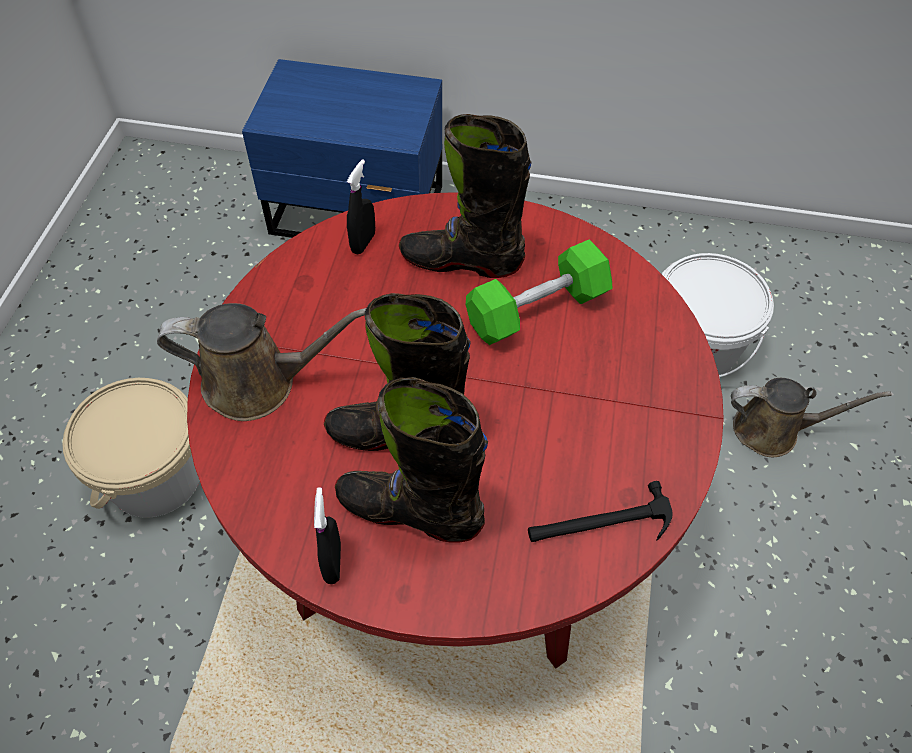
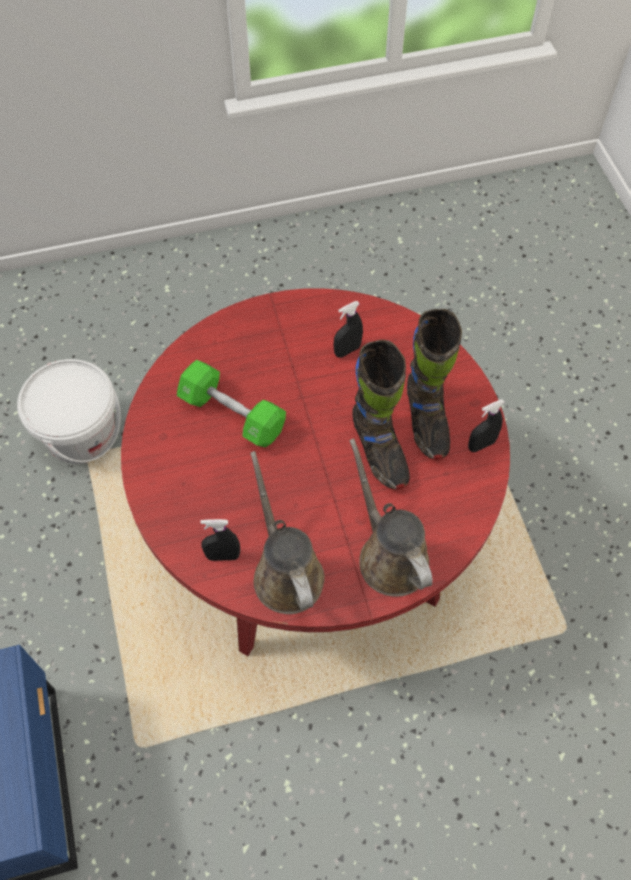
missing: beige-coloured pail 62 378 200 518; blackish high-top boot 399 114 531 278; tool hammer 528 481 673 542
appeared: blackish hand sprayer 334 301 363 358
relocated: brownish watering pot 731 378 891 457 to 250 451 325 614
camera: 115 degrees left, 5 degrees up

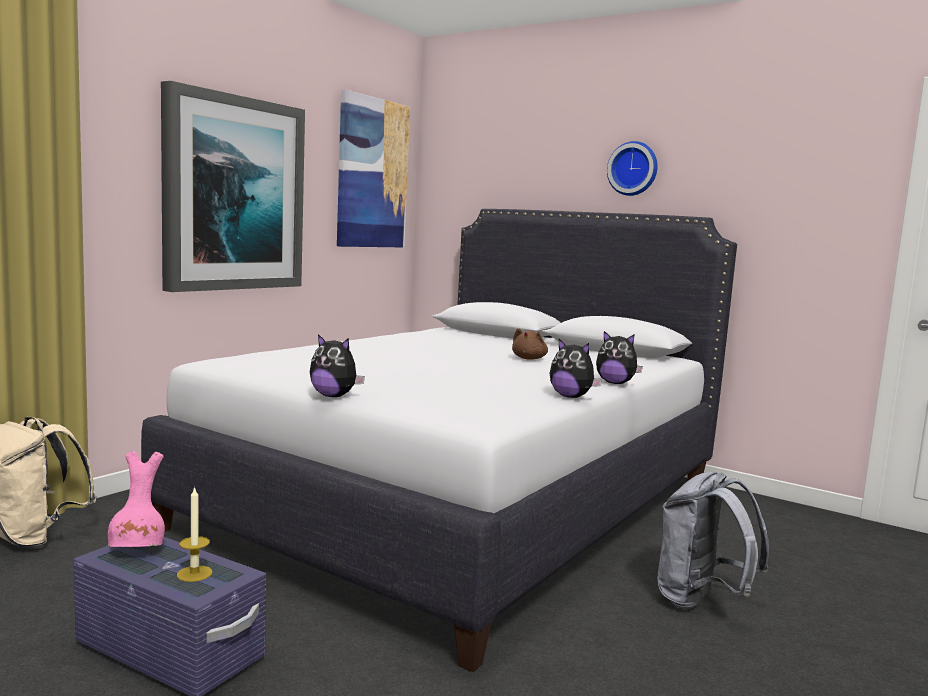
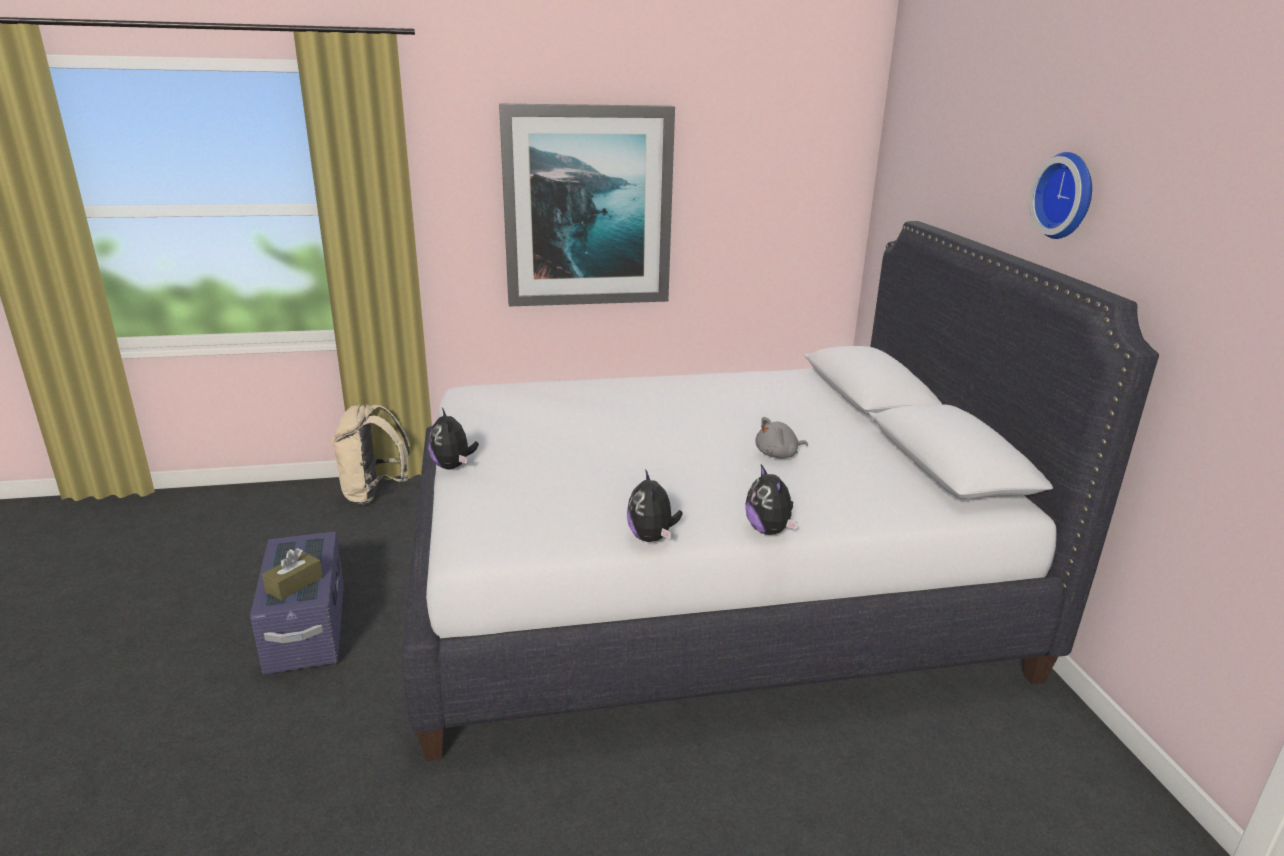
missing: pink-coloured flower vase 108 451 165 547; wall picture 337 90 410 247; gray rucksack 658 472 769 609
exchanged: wax light 177 486 212 582 to brownish tissue box 262 548 323 600
colour: brownish cuddly toy 512 328 548 360 to gray cuddly toy 755 417 808 459
camera: 45 degrees right, 15 degrees up

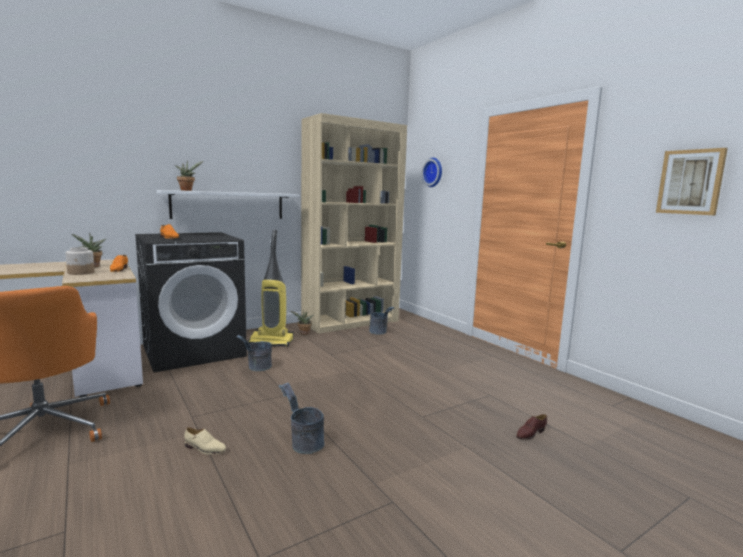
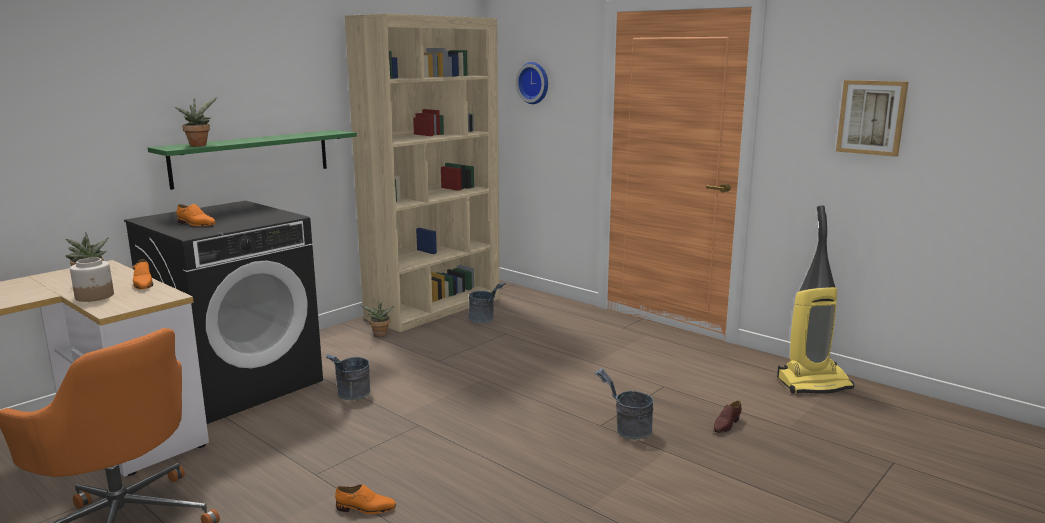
relocated: hoover 248 230 293 347 to 777 205 854 394; gray pail 279 383 325 454 to 595 368 653 439
colour: whitish wall shelf 156 190 300 219 to green wall shelf 148 130 357 190; beige-coloured item of footwear 184 427 226 454 to orangey item of footwear 335 484 396 514
camera: 15 degrees left, 5 degrees up

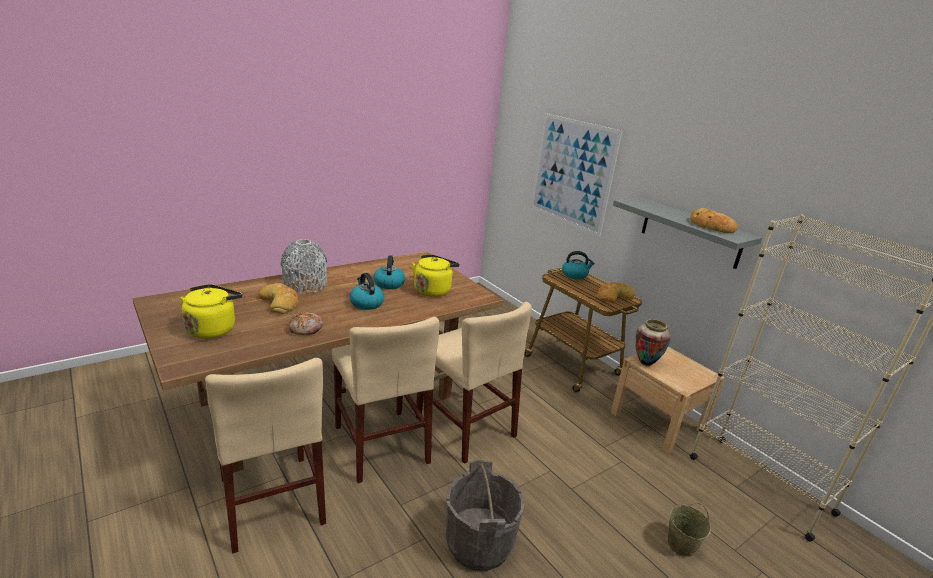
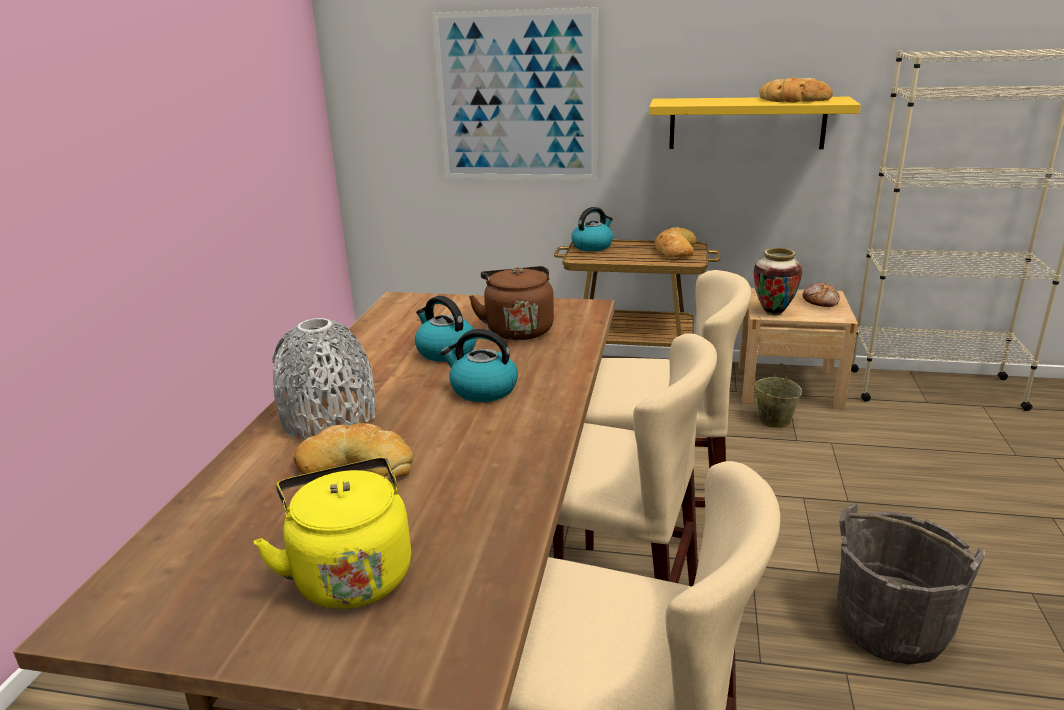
relocated: bakery bread 289 311 323 335 to 803 283 840 307; beige-coloured pail 667 502 711 557 to 755 363 802 428
colour: yellow tea kettle 412 254 460 297 to brownish tea kettle 469 266 554 340; gray wall shelf 613 197 762 269 to yellow wall shelf 649 97 861 149
camera: 40 degrees left, 0 degrees up

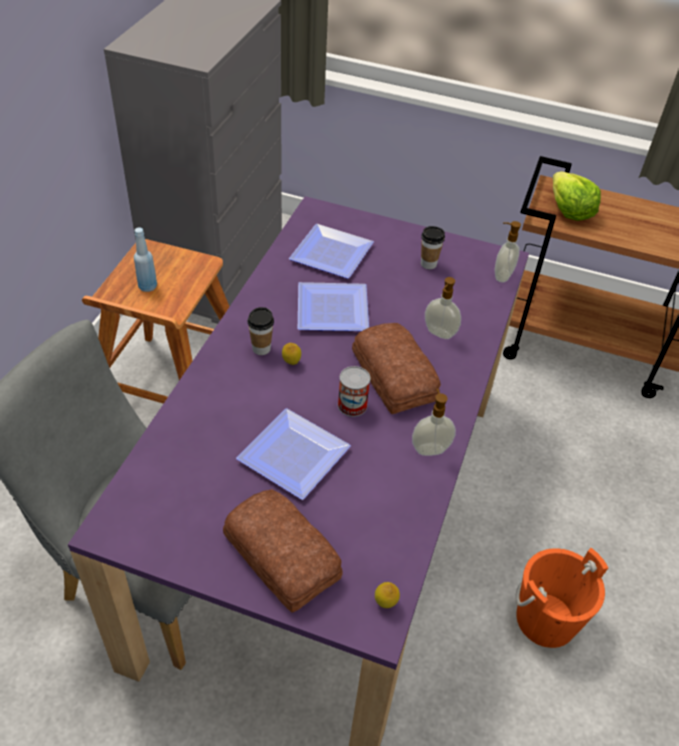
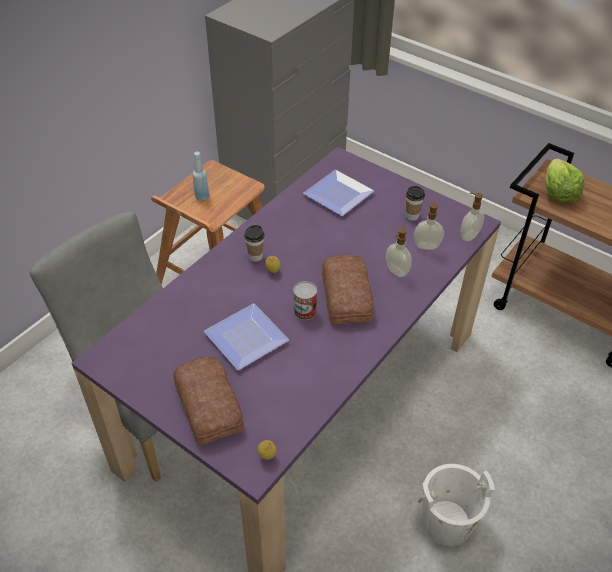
missing: plate 298 282 369 331
relocated: liquid soap bottle 412 389 456 456 to 414 200 444 250
colour: orangey pail 515 548 608 648 to whitish pail 418 464 495 546
camera: 20 degrees right, 0 degrees up

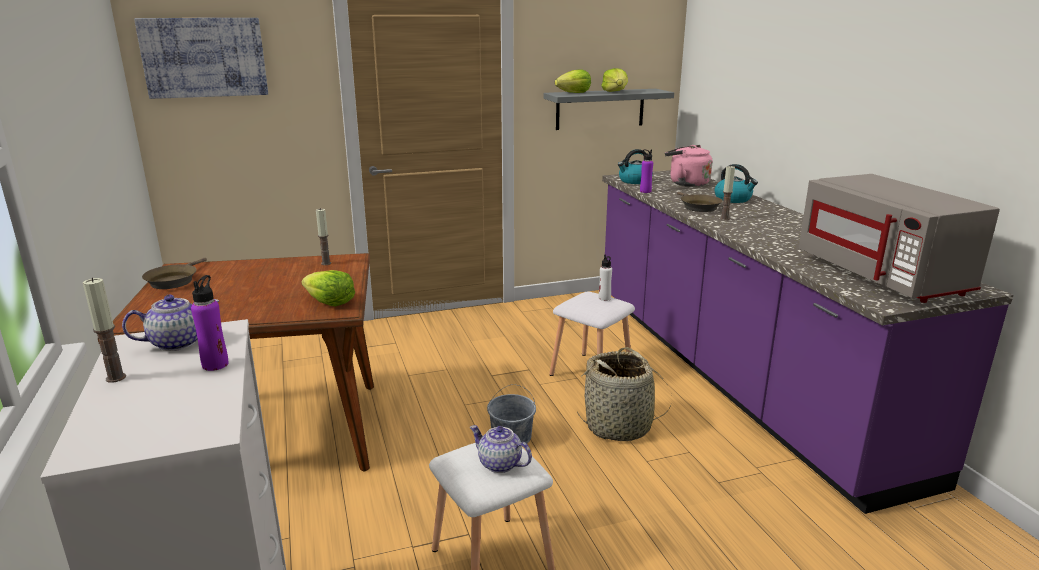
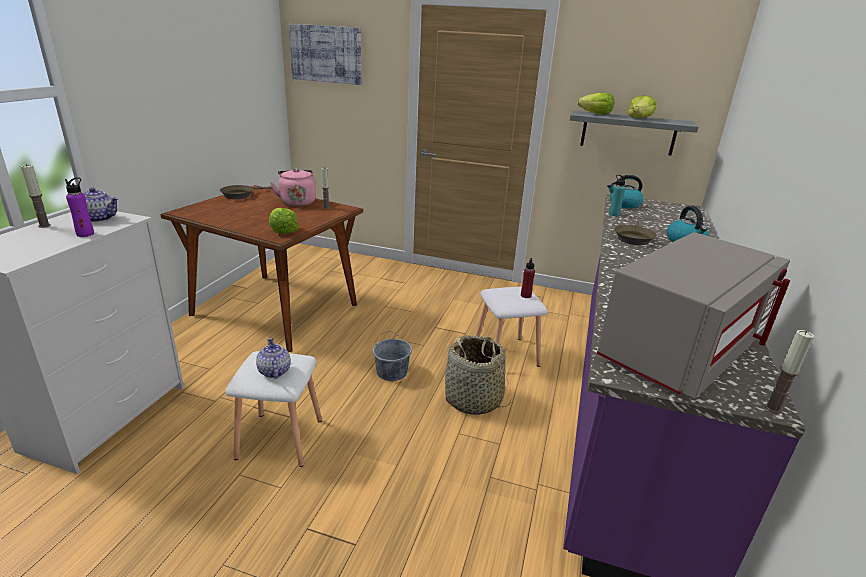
relocated: pink-coloured tea kettle 665 145 713 187 to 270 169 316 206; wax light 720 165 735 220 to 765 330 814 414
colour: whitish bottle 599 255 612 301 to red-coloured bottle 521 258 535 298; purple-coloured bottle 640 149 653 193 to turquoise-coloured bottle 609 175 626 216
spun: gray kitchen microwave 799 174 1000 303 = 597 232 790 399 150 degrees counterclockwise
camera: 35 degrees right, 5 degrees up

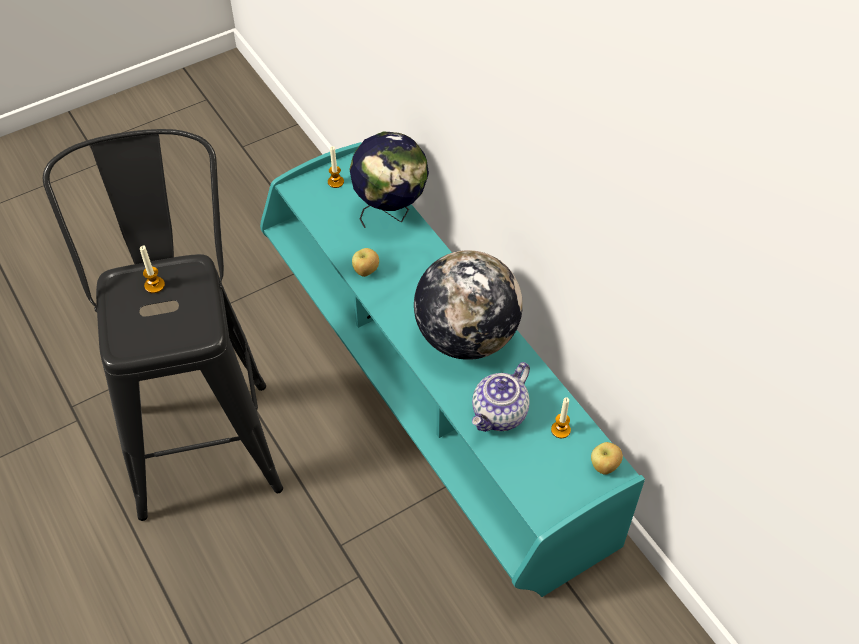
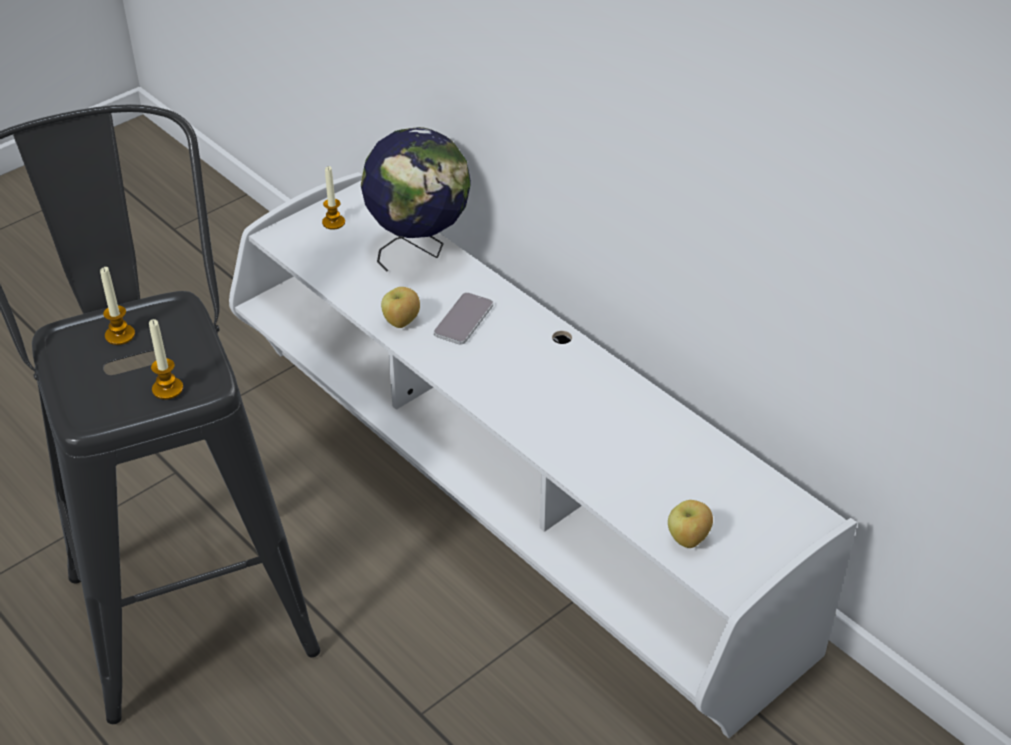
missing: globe 414 250 523 360; teapot 472 362 530 432
appeared: telephone 434 292 493 344
relocated: wax light 551 397 571 438 to 149 319 183 400; apple 591 442 623 475 to 668 500 713 548
colour: turquoise-coloured tv unit 260 142 645 597 to whitish tv unit 229 172 857 738
camera: 10 degrees left, 10 degrees down

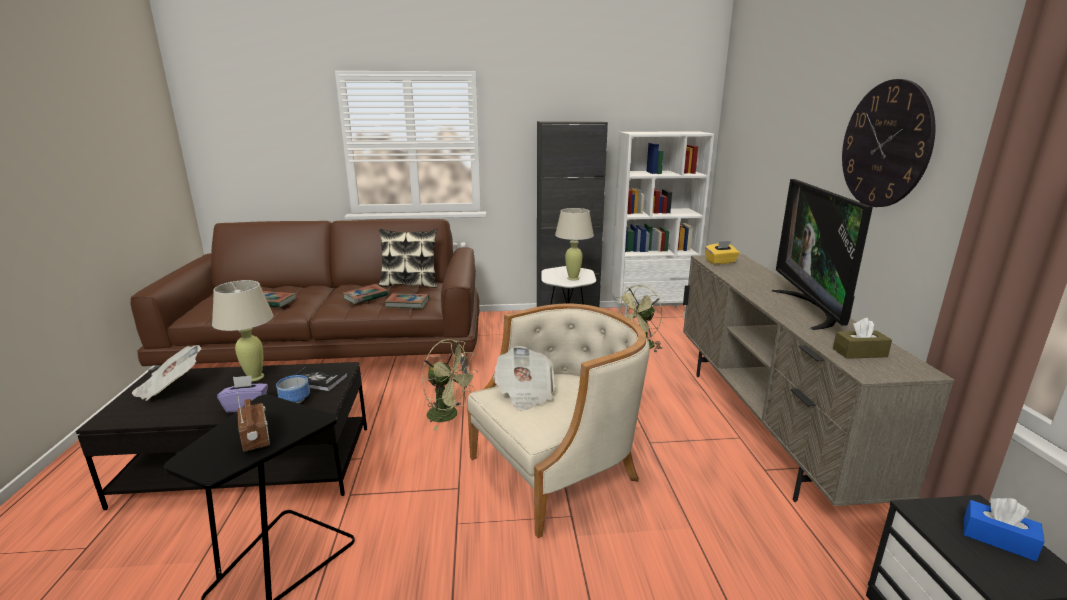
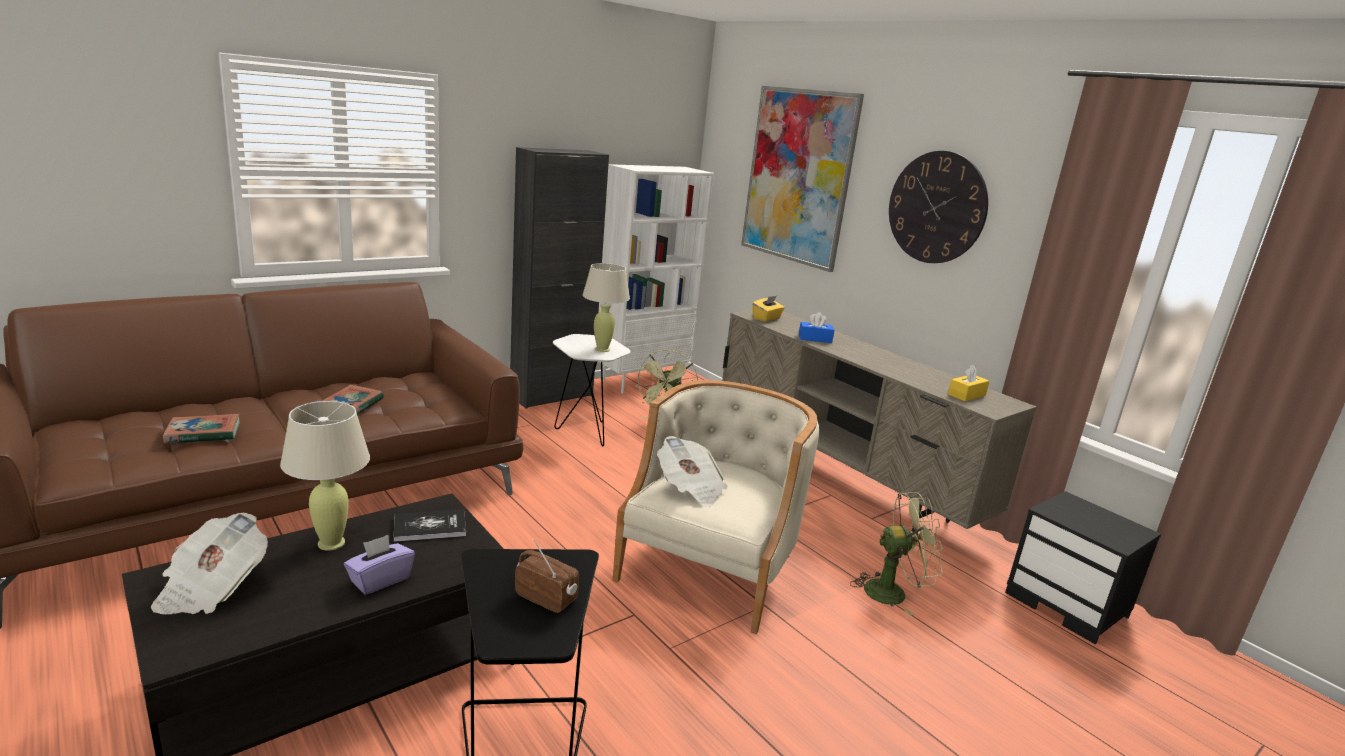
missing: deep dish 276 375 310 403; pillow 379 229 437 288; bound book 385 293 429 309; TV 772 179 873 330
appeared: wall picture 741 86 864 272
relocated: green electric fan 422 339 478 430 to 850 492 944 616; blue-coloured tissue box 964 498 1045 561 to 799 312 834 343
colour: brownish tissue box 833 318 892 359 to yellow tissue box 948 365 990 401
camera: 35 degrees left, 0 degrees up

